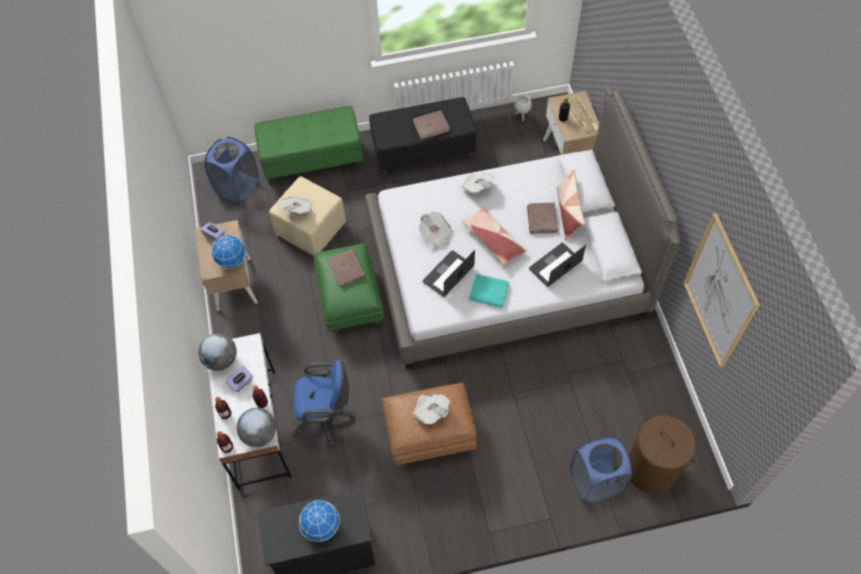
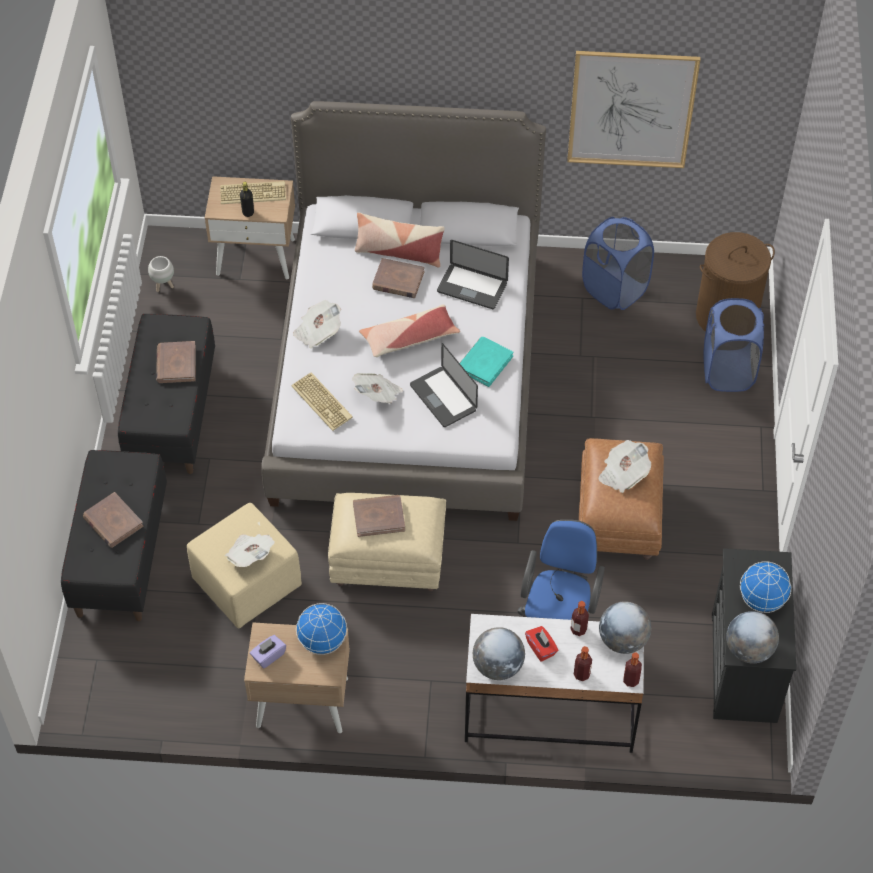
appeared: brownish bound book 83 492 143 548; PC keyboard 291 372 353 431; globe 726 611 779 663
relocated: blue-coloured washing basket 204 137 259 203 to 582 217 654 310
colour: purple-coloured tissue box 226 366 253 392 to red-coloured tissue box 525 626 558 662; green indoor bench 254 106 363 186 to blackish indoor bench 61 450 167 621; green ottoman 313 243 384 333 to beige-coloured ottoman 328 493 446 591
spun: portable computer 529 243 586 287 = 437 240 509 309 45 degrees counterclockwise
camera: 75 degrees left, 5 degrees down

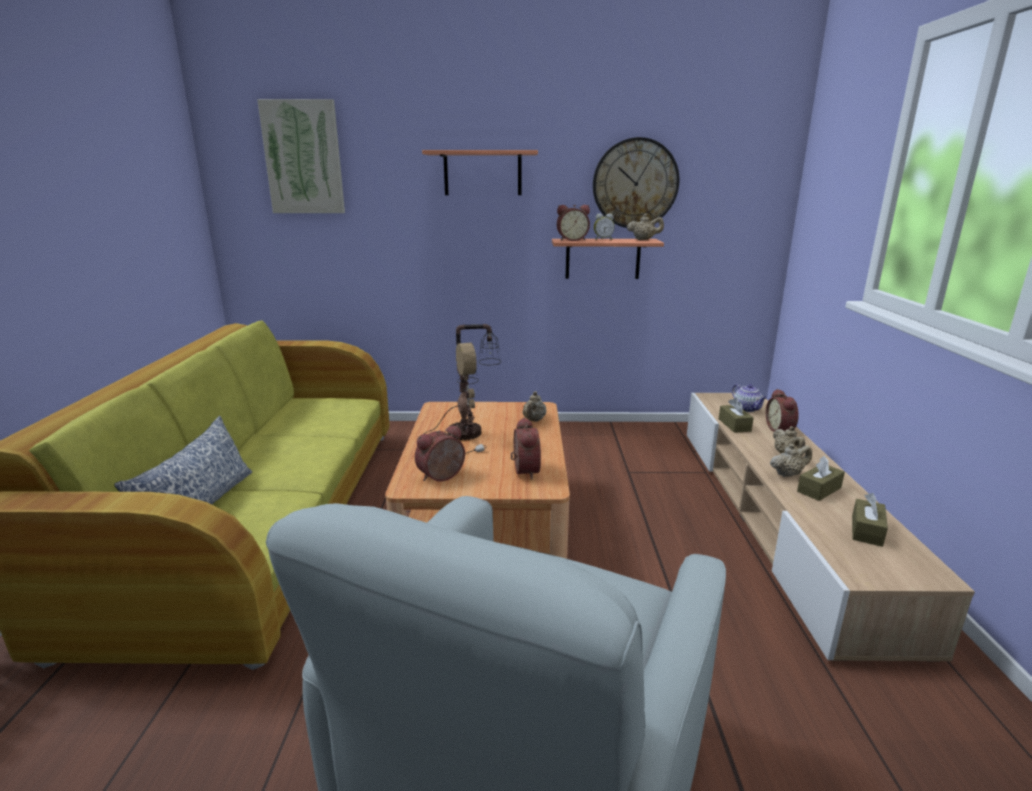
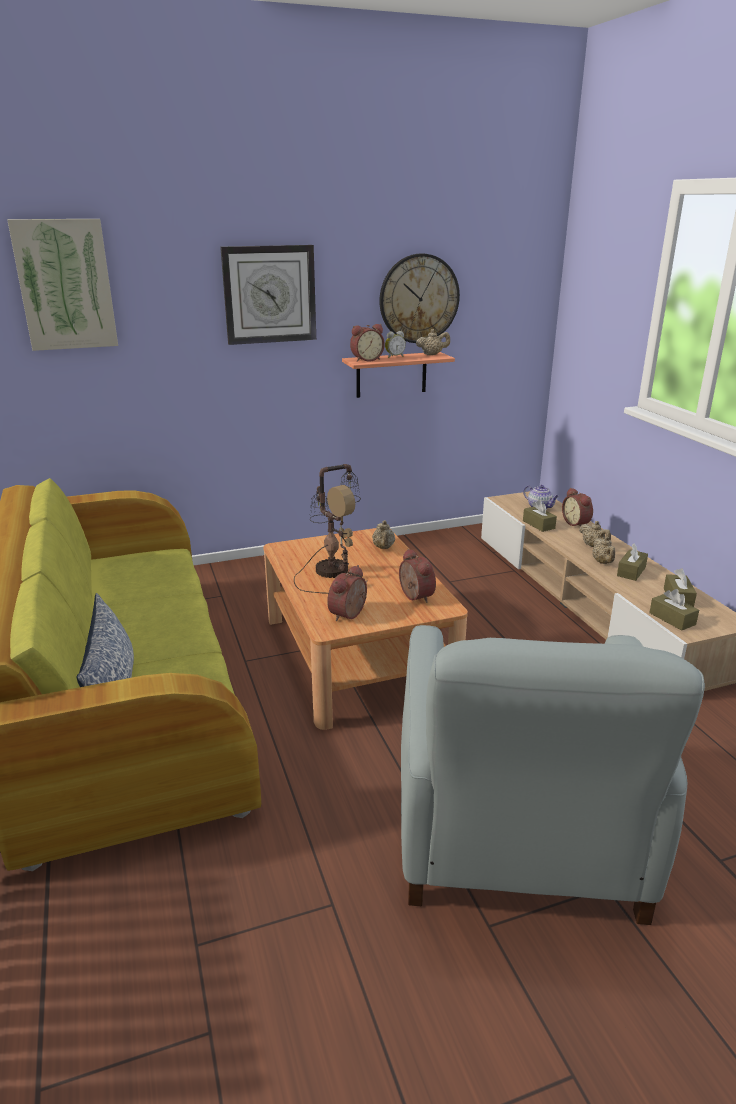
appeared: brownish tissue box 649 589 699 631
exchanged: wall shelf 422 150 538 195 to hanging clock 220 245 316 345
spun: beige-coloured teapot 770 444 812 477 = 592 536 615 564 120 degrees clockwise
camera: 20 degrees left, 5 degrees up

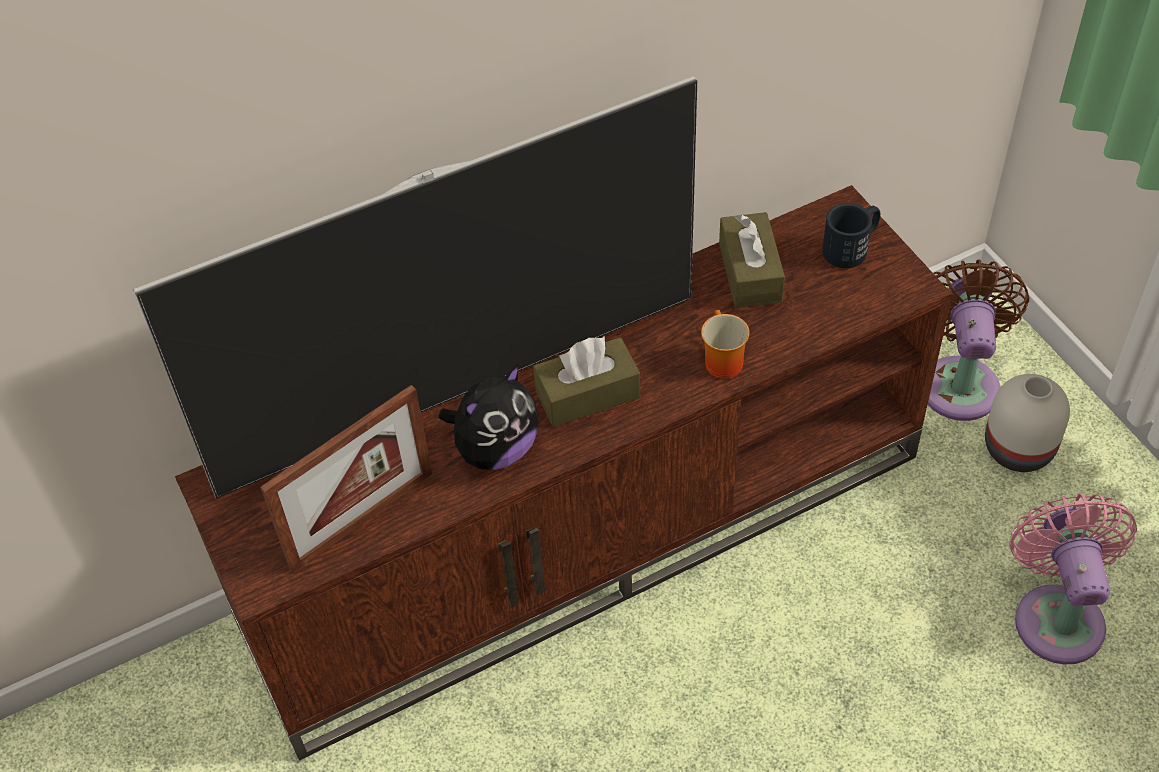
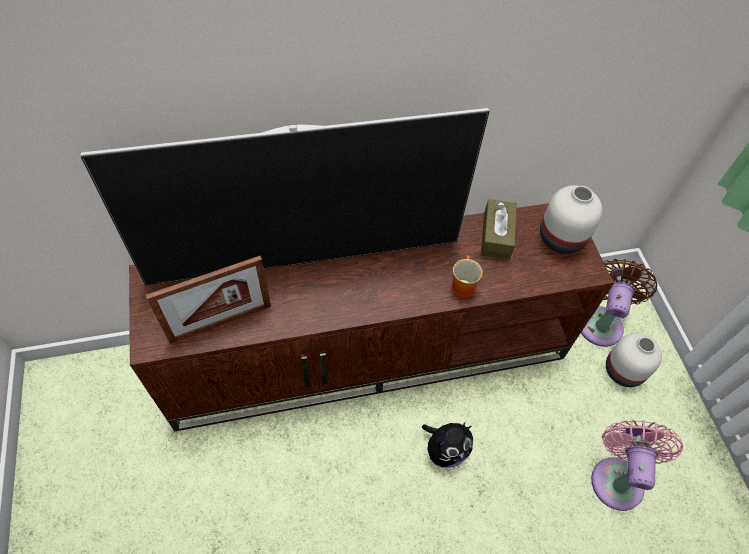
missing: brownish tissue box 533 336 640 427
relocated: cuddly toy 439 364 539 470 to 422 422 473 467
exchanged: blackish tea mug 822 203 880 268 to whitish flower vase 540 185 602 254
camera: 10 degrees right, 5 degrees up

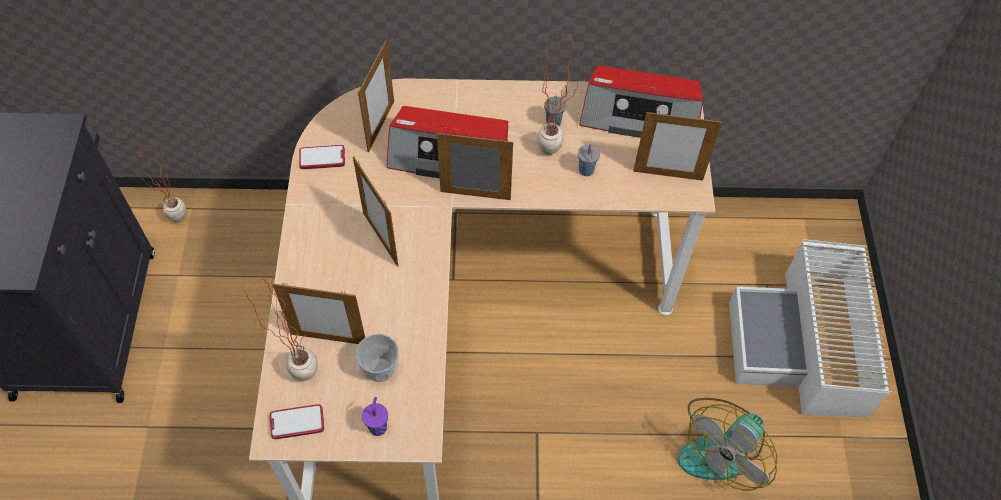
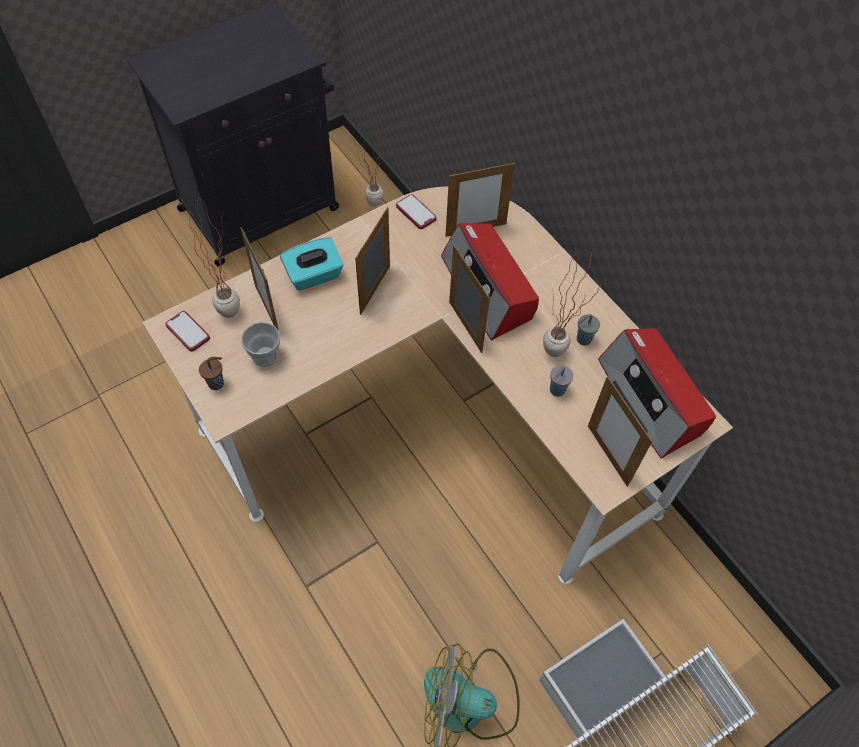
appeared: turquoise-coloured tissue box 280 237 343 291
colour: purple-coloured small cup 362 397 388 436 to brownish small cup 199 357 224 390
camera: 55 degrees right, 0 degrees up

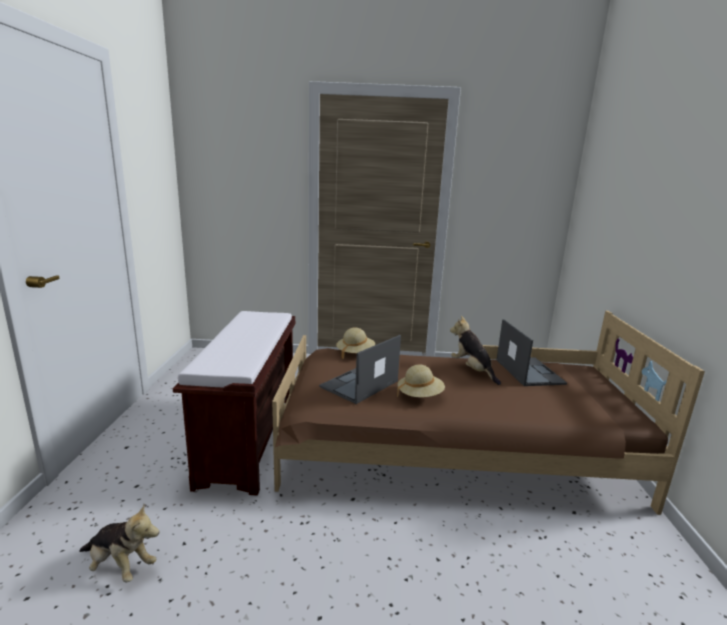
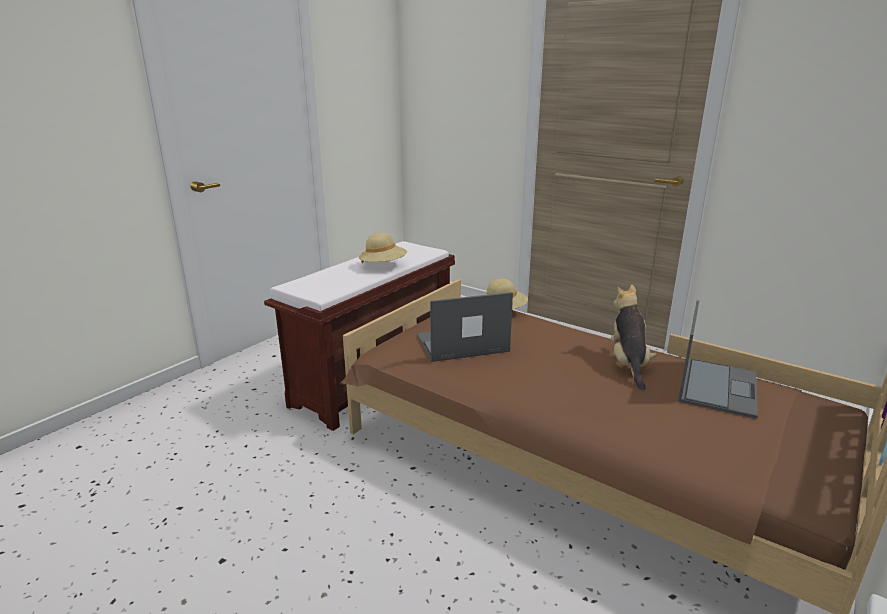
missing: cuddly toy 79 504 159 583
relocated: beige-coloured clothing hat 397 365 445 398 to 359 233 407 263
camera: 35 degrees right, 5 degrees up

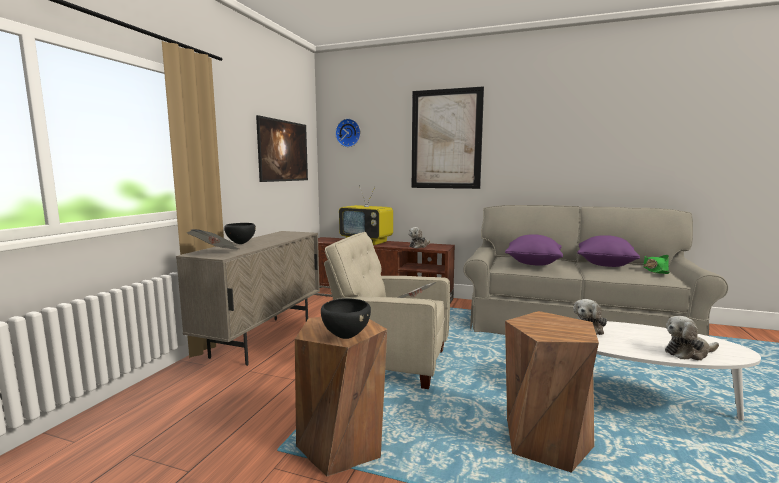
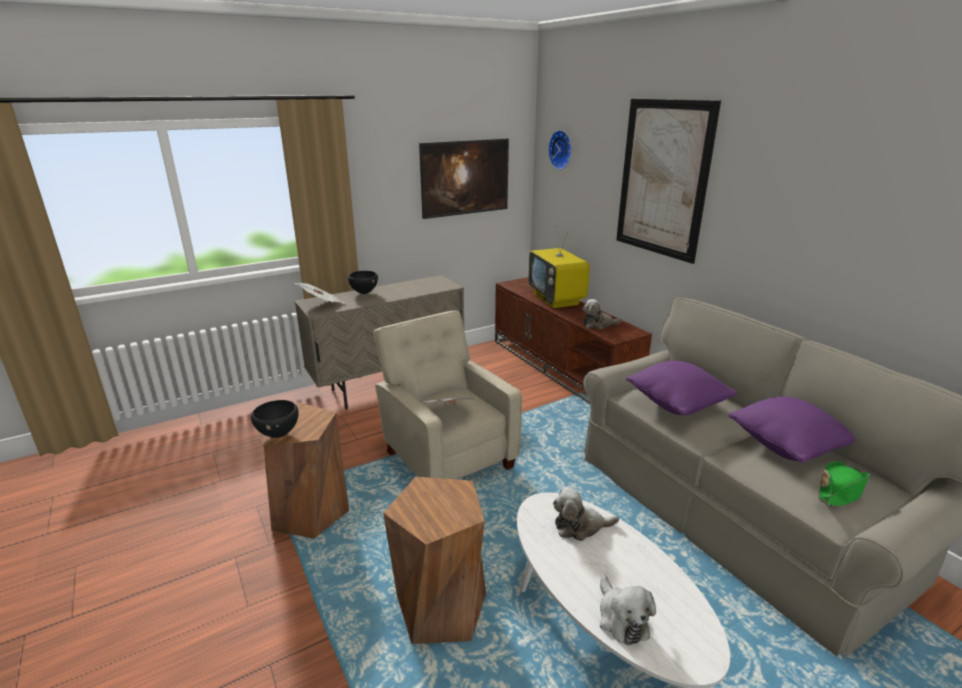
spun: cuddly toy 665 316 719 361 = 600 574 656 646 135 degrees counterclockwise
camera: 40 degrees right, 15 degrees up

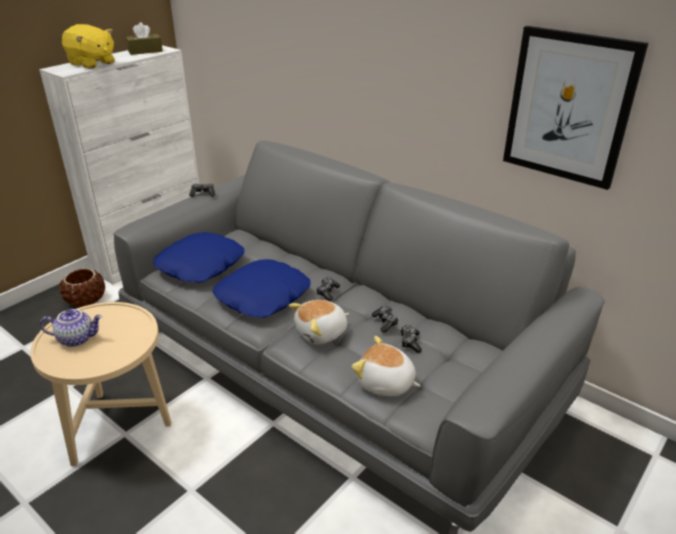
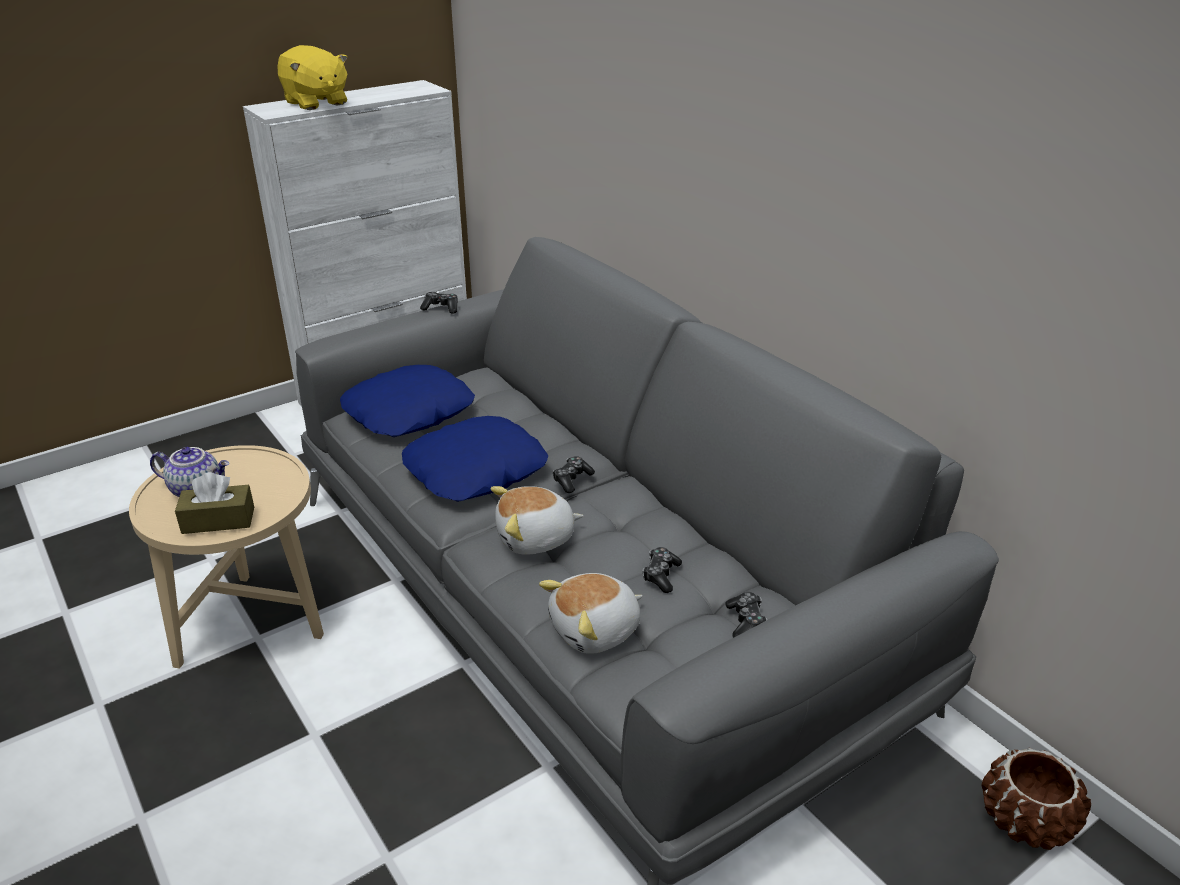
missing: wall picture 503 26 648 190
relocated: brownish plant pot 59 268 105 307 to 981 748 1091 850; brownish tissue box 126 22 163 55 to 175 472 254 534; game controller 372 306 399 333 to 725 592 767 638
spun: cuddly toy 352 336 420 396 = 539 573 643 654 75 degrees counterclockwise
camera: 15 degrees right, 0 degrees up

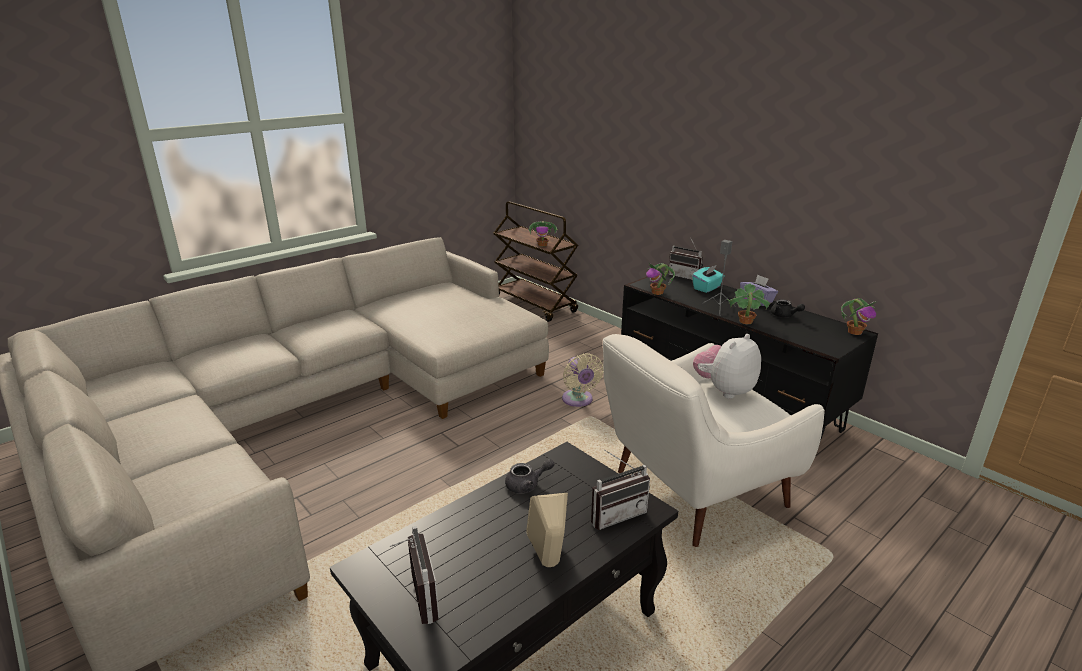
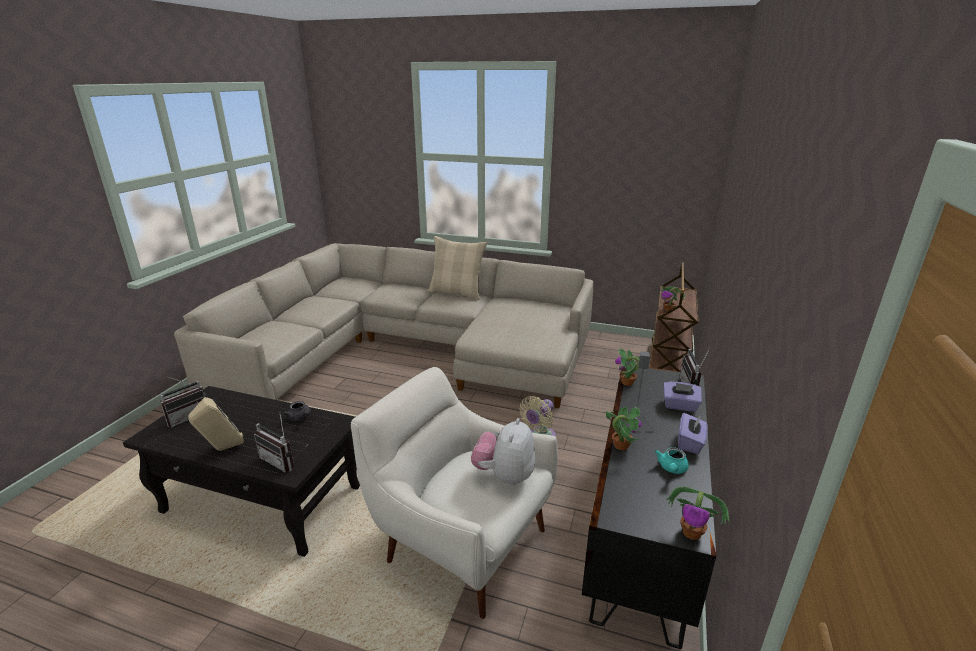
appeared: beige-coloured pillow 428 236 487 300
colour: turquoise-coloured tissue box 692 265 725 293 to purple-coloured tissue box 663 382 702 412; blackish teapot 771 299 805 317 to turquoise-coloured teapot 655 447 689 474
spun: cuddly toy 693 334 761 399 = 471 418 535 486 90 degrees counterclockwise
camera: 60 degrees right, 0 degrees up

